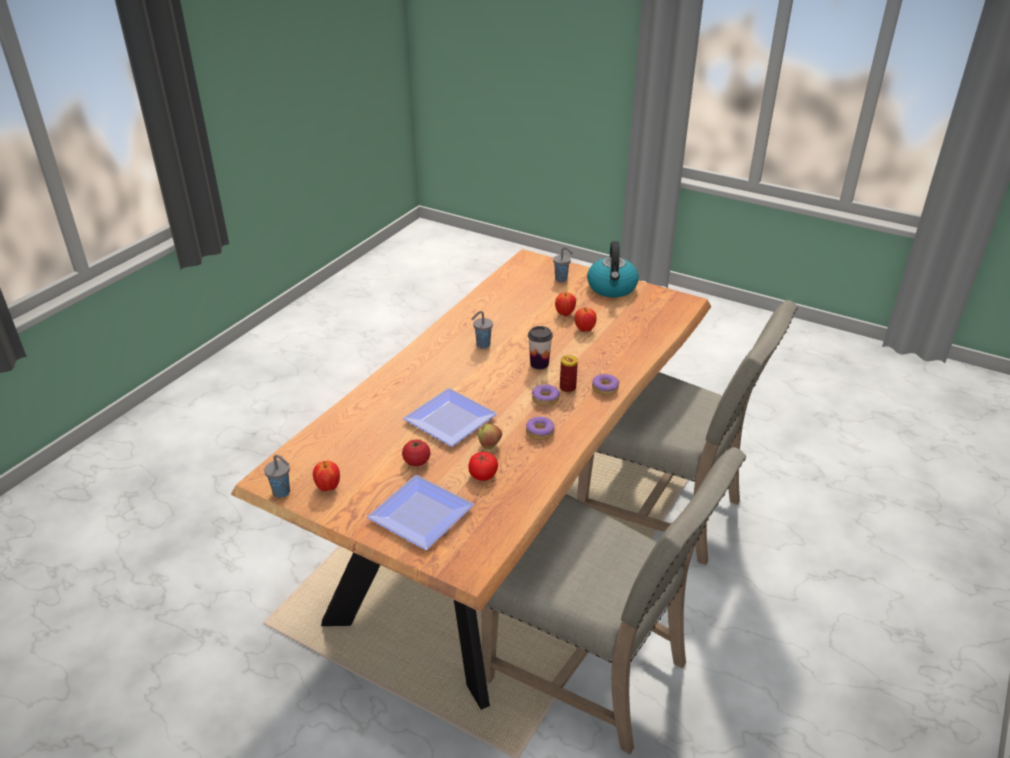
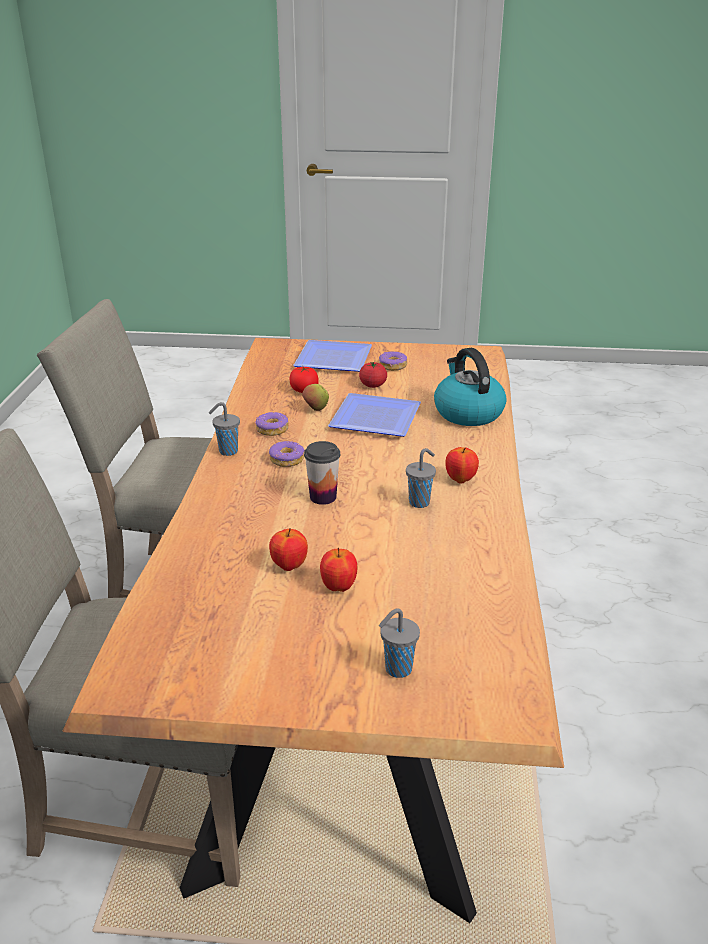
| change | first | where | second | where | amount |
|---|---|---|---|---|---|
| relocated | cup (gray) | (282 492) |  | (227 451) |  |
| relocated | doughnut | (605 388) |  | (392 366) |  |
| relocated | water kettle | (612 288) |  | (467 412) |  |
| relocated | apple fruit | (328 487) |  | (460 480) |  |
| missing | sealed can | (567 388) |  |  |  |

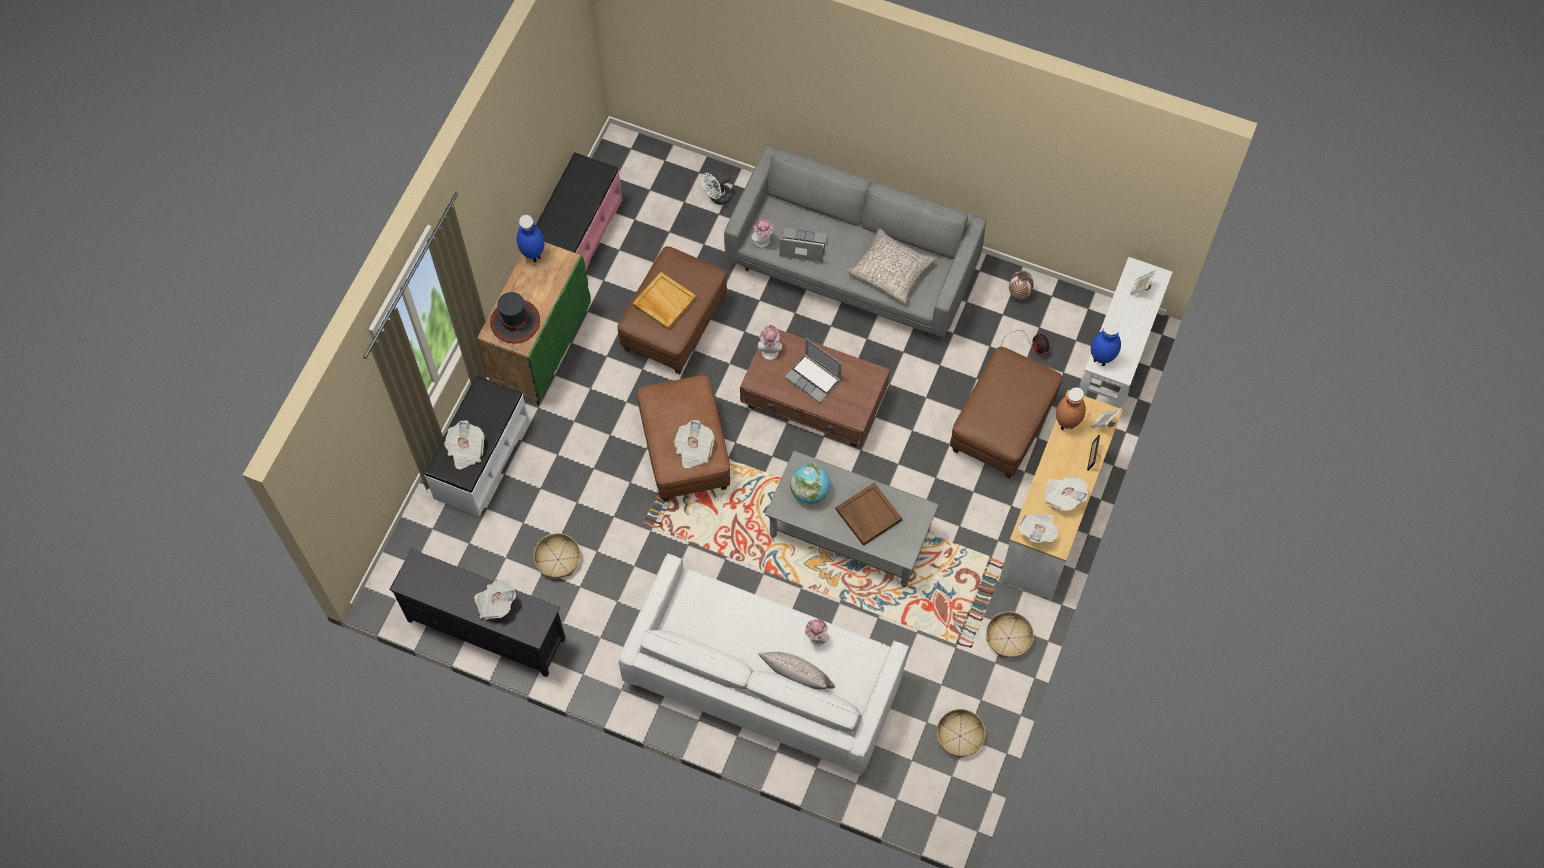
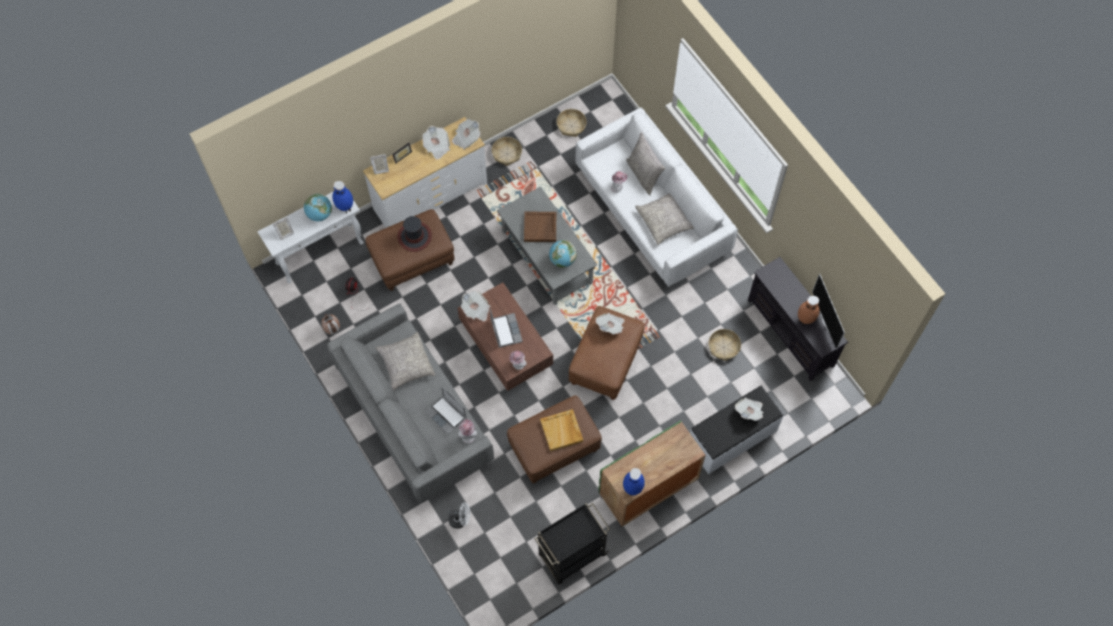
| change | first | where | second | where | amount |
|---|---|---|---|---|---|
| appeared |  |  | desk globe | (320 214) |  |
| relocated | wearable hat | (515 321) |  | (414 237) |  |
| relocated | newspaper | (495 603) |  | (476 310) |  |
| exchanged | long seat (pink) | (577 234) | cart (blackish) | (571 555) |  |
| appeared |  |  | cushion (gray) | (664 221) |  |
| relocated | vase (brown-coloured) | (1067 424) |  | (805 320) |  |
| appeared |  |  | TV | (826 322) |  |

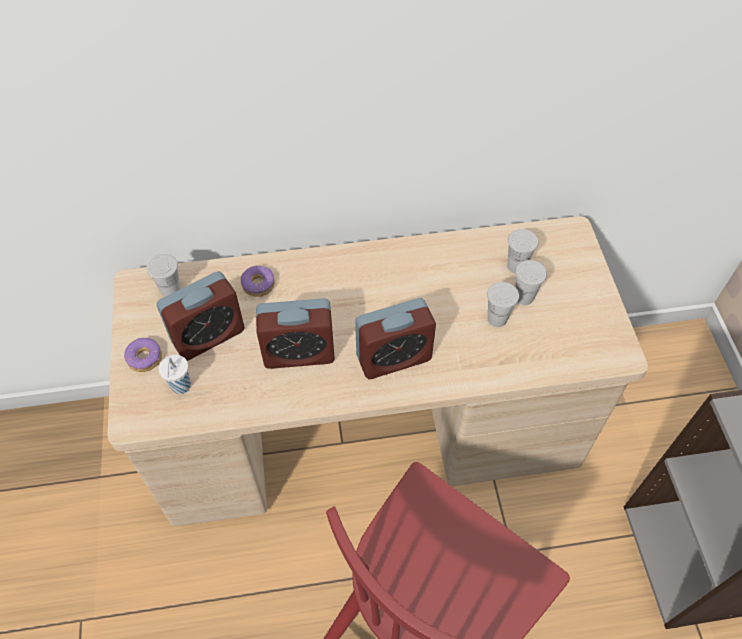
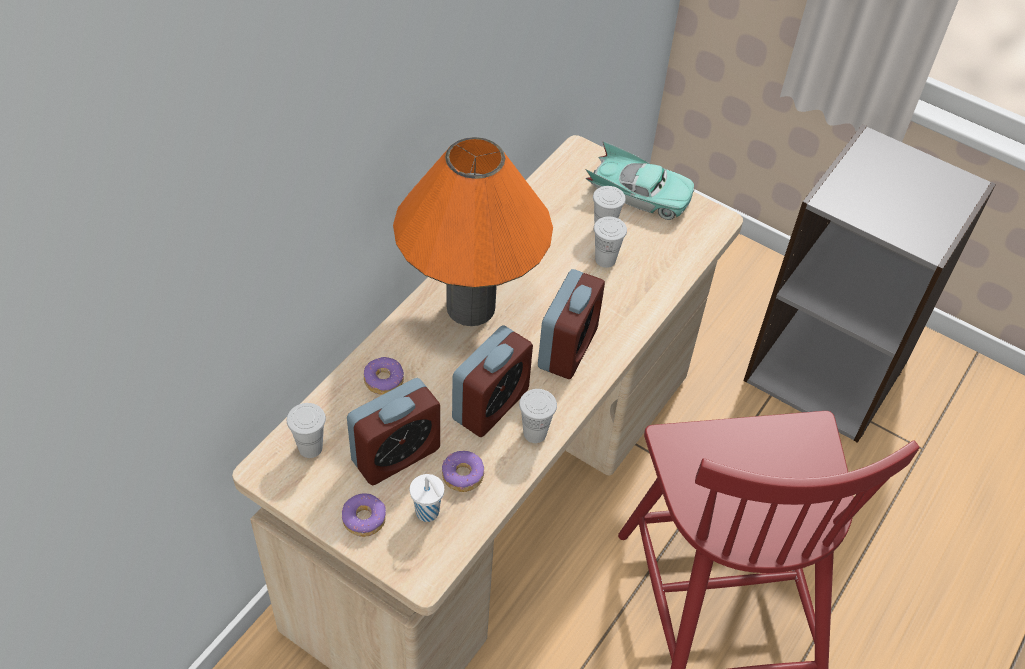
| change | first | where | second | where | amount |
|---|---|---|---|---|---|
| spun | bedside clock | (208 335) |  | (396 455) | 45 degrees clockwise |
| appeared |  |  | lamp for a table (orange-coloured) | (470 307) |  |
| appeared |  |  | doughnut | (462 476) |  |
| relocated | cup (whitish) | (516 266) |  | (535 433) |  |
| appeared |  |  | toy car (turquoise) | (638 194) |  |

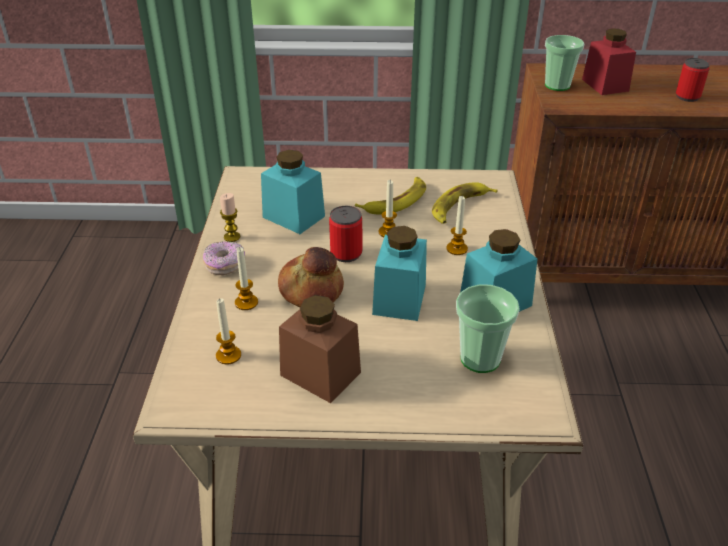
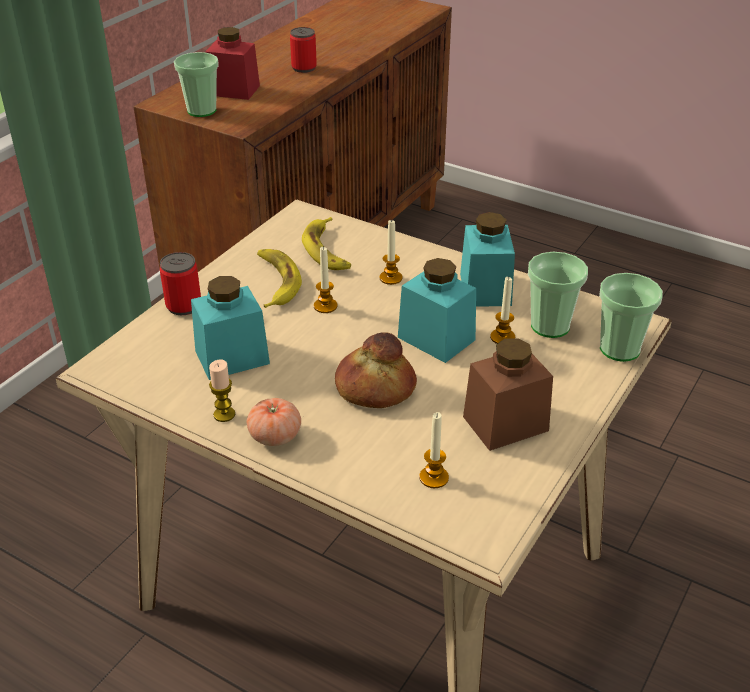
| change | first | where | second | where | amount |
|---|---|---|---|---|---|
| relocated | sealed can | (346 253) |  | (184 306) |  |
| exchanged | doughnut | (225 265) | whole tomato | (275 436) |  |
| relocated | candle | (246 302) |  | (502 337) |  |
| appeared |  |  | cup | (619 349) |  |

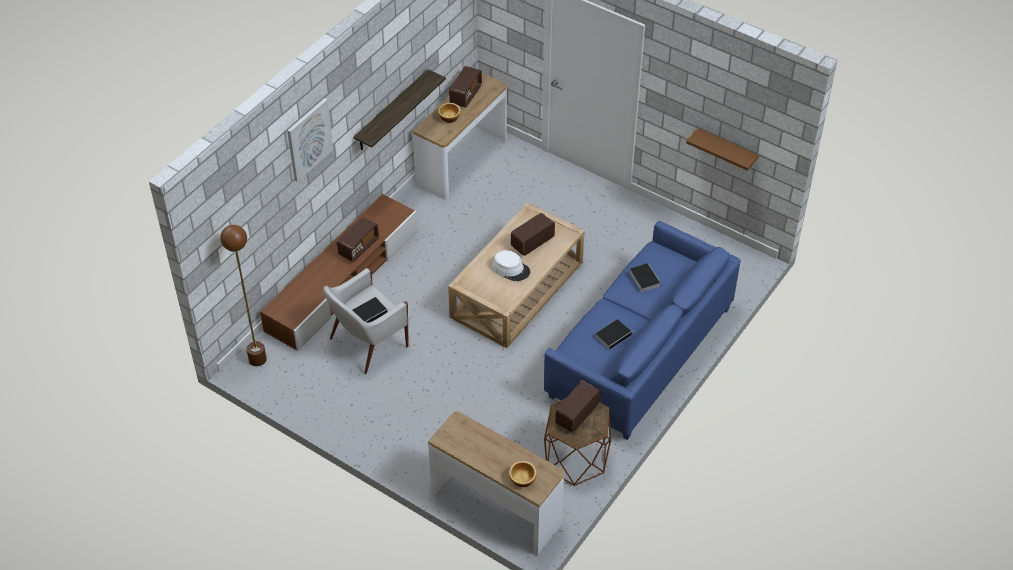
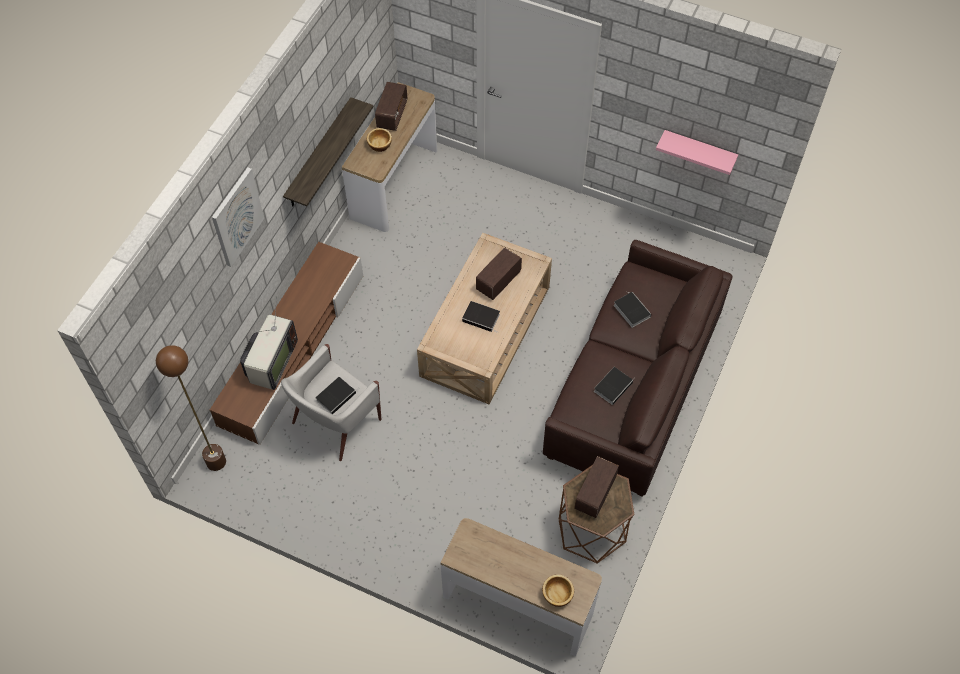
| change | first | where | second | where | amount |
|---|---|---|---|---|---|
| appeared |  |  | TV | (271 363) |  |
| exchanged | wearable hat (whitish) | (511 269) | volume | (482 318) |  |
| colour | couch (blue) | (639 352) | couch (brown-coloured) | (632 387) |  |
| colour | wall shelf (brown-coloured) | (726 150) | wall shelf (pink) | (699 151) |  |
| missing | radio set | (358 247) |  |  |  |

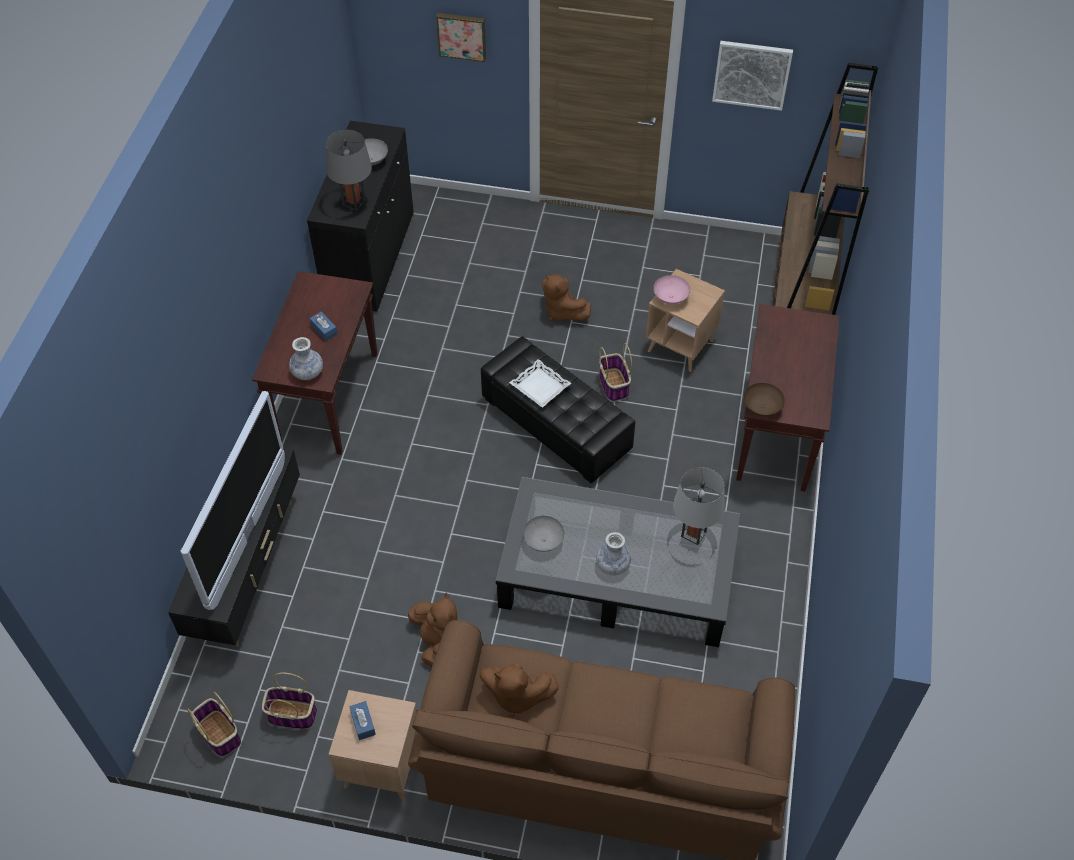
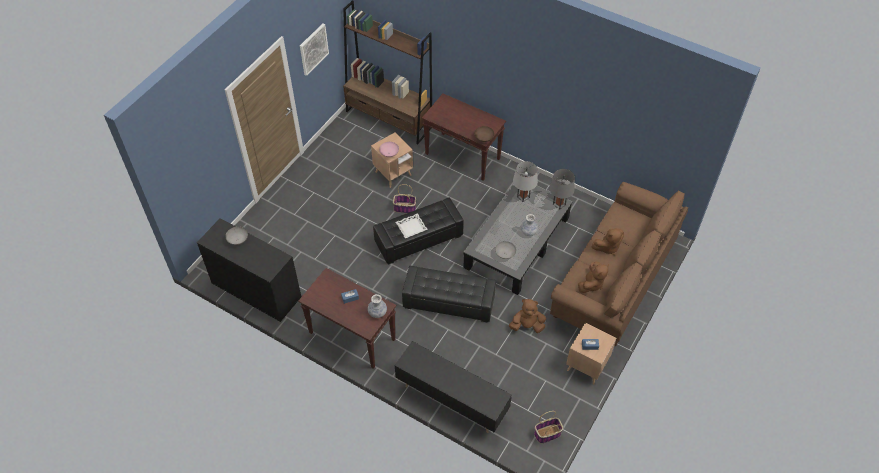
| change | first | where | second | where | amount |
|---|---|---|---|---|---|
| appeared |  |  | footrest (blackish) | (448 302) |  |
| relocated | lamp for a table (gray) | (354 202) |  | (559 204) |  |
| relocated | cuddly toy (brown-coloured) | (562 311) |  | (607 247) |  |
| missing | TV | (248 534) |  |  |  |
| missing | basket | (291 715) |  |  |  |
| missing | picture | (462 35) |  |  |  |

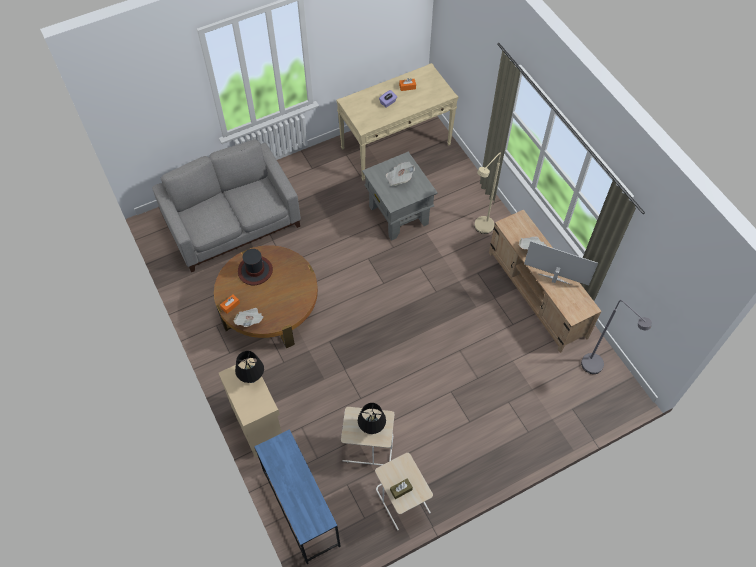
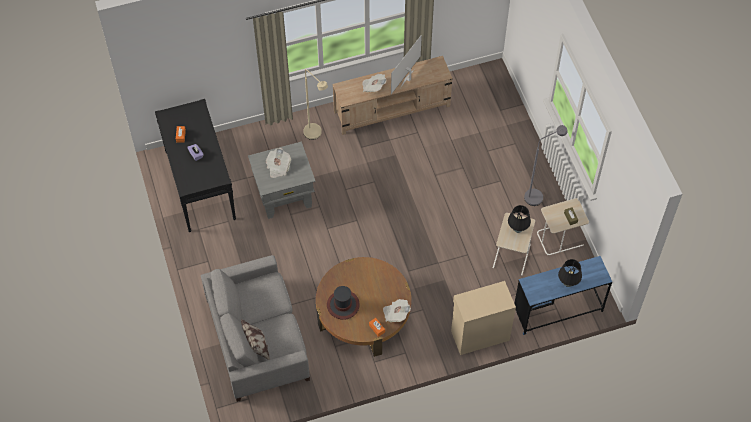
| change | first | where | second | where | amount |
|---|---|---|---|---|---|
| colour | narrow table (beige) | (396 146) | narrow table (blackish) | (199 185) |  |
| appeared |  |  | cushion | (257 348) |  |
| relocated | floor lamp (gray) | (597 368) |  | (537 195) |  |
| relocated | lamp for a table (blackish) | (252 378) |  | (568 283) |  |

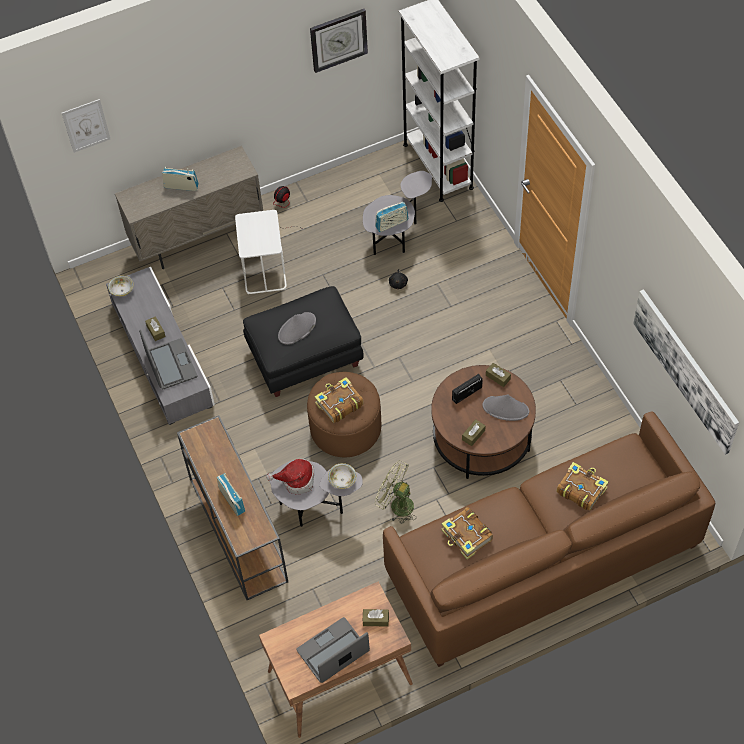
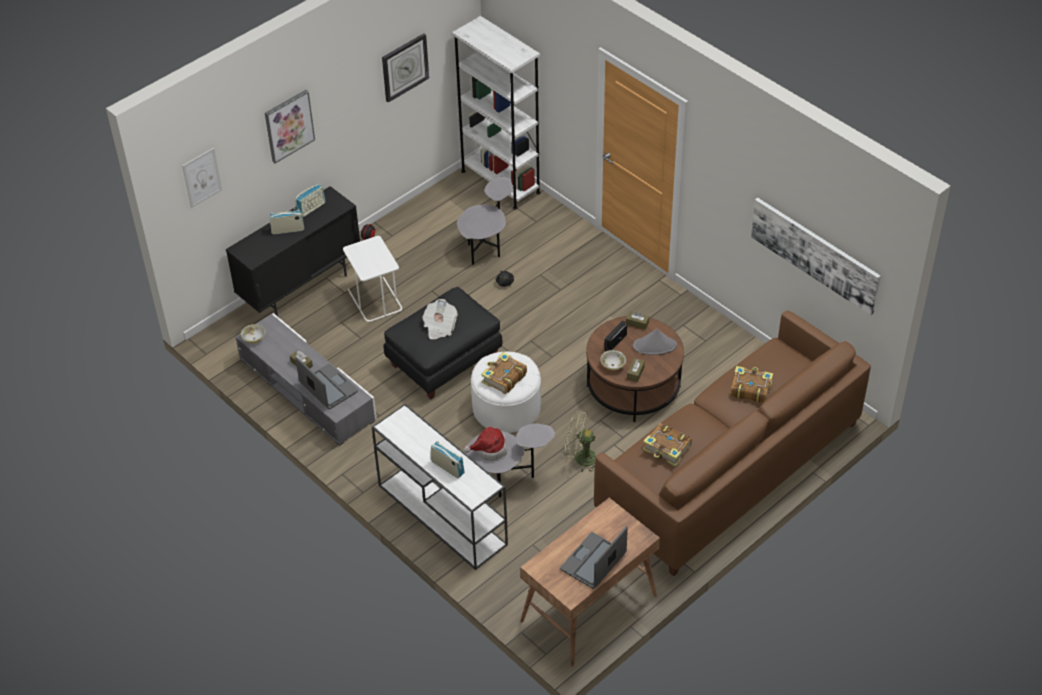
| change | first | where | second | where | amount |
|---|---|---|---|---|---|
| colour | cupboard (beige) | (198 239) | cupboard (blackish) | (301 288) |  |
| appeared |  |  | picture | (289 125) |  |
| relocated | radio set | (392 223) |  | (311 208) |  |
| colour | narrow table (brown-coloured) | (237 528) | narrow table (whitish) | (441 514) |  |
| exchanged | wearable hat (gray) | (297 329) | newspaper | (439 327) |  |
| colour | footrest (brown-coloured) | (345 427) | footrest (whitish) | (506 408) |  |
| relocated | deep dish | (342 480) |  | (613 365) |  |
| missing | tissue box (brown-coloured) | (375 620) |  |  |  |

